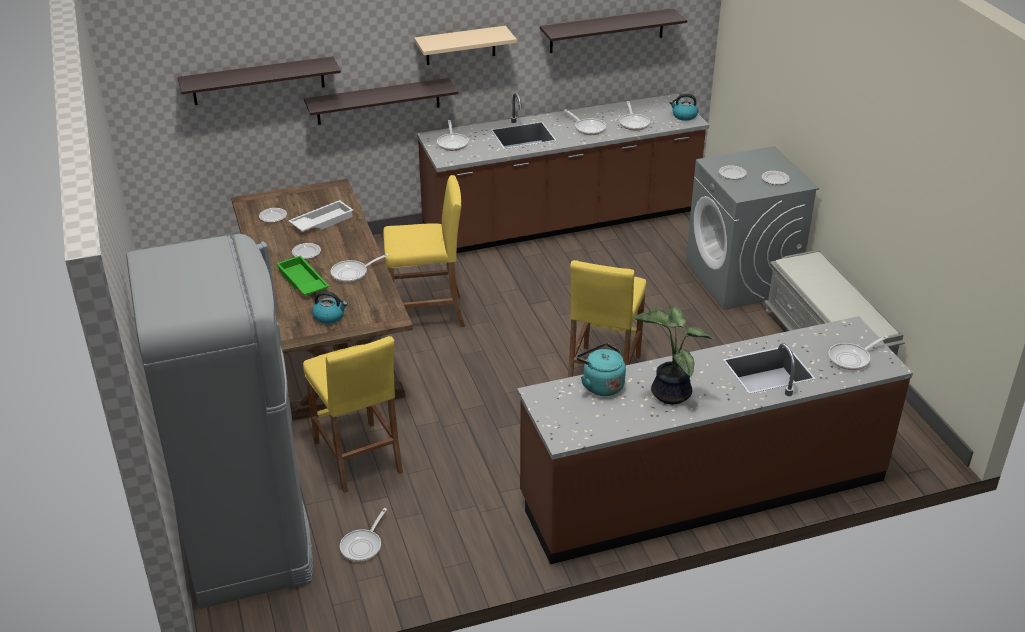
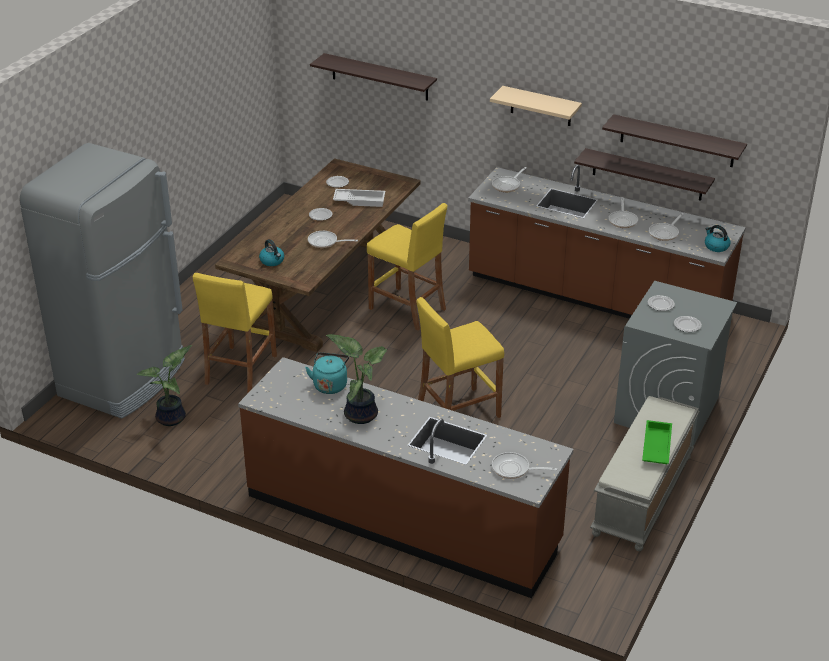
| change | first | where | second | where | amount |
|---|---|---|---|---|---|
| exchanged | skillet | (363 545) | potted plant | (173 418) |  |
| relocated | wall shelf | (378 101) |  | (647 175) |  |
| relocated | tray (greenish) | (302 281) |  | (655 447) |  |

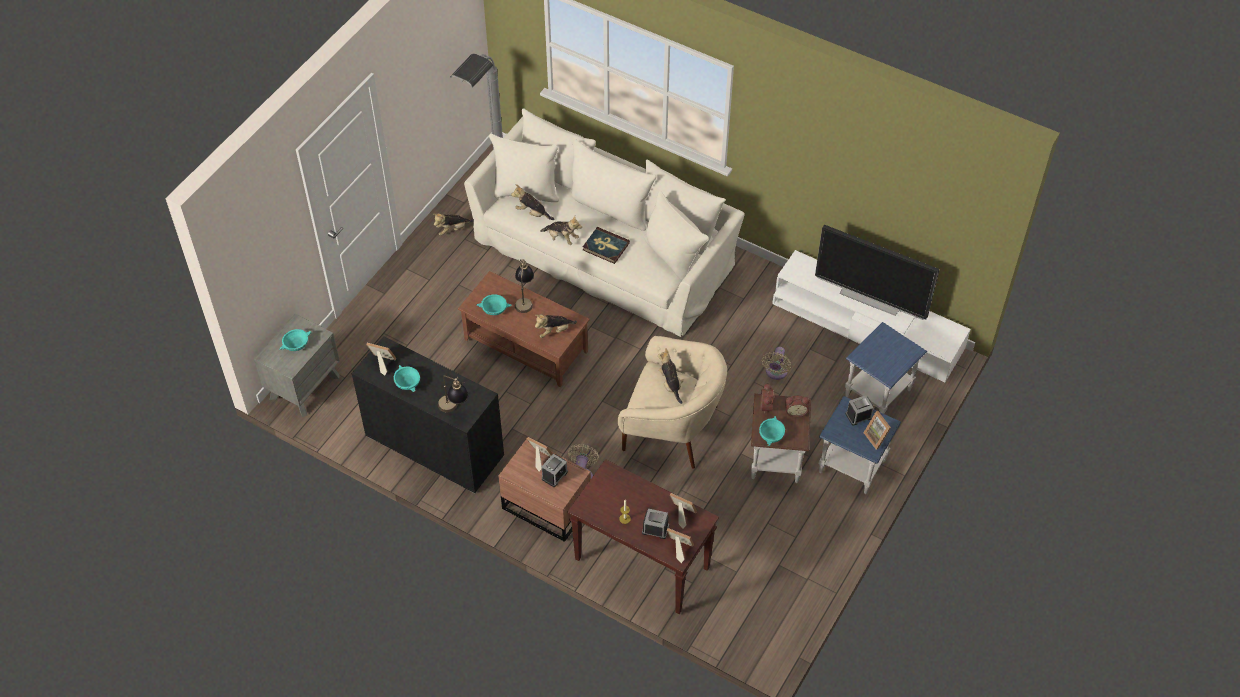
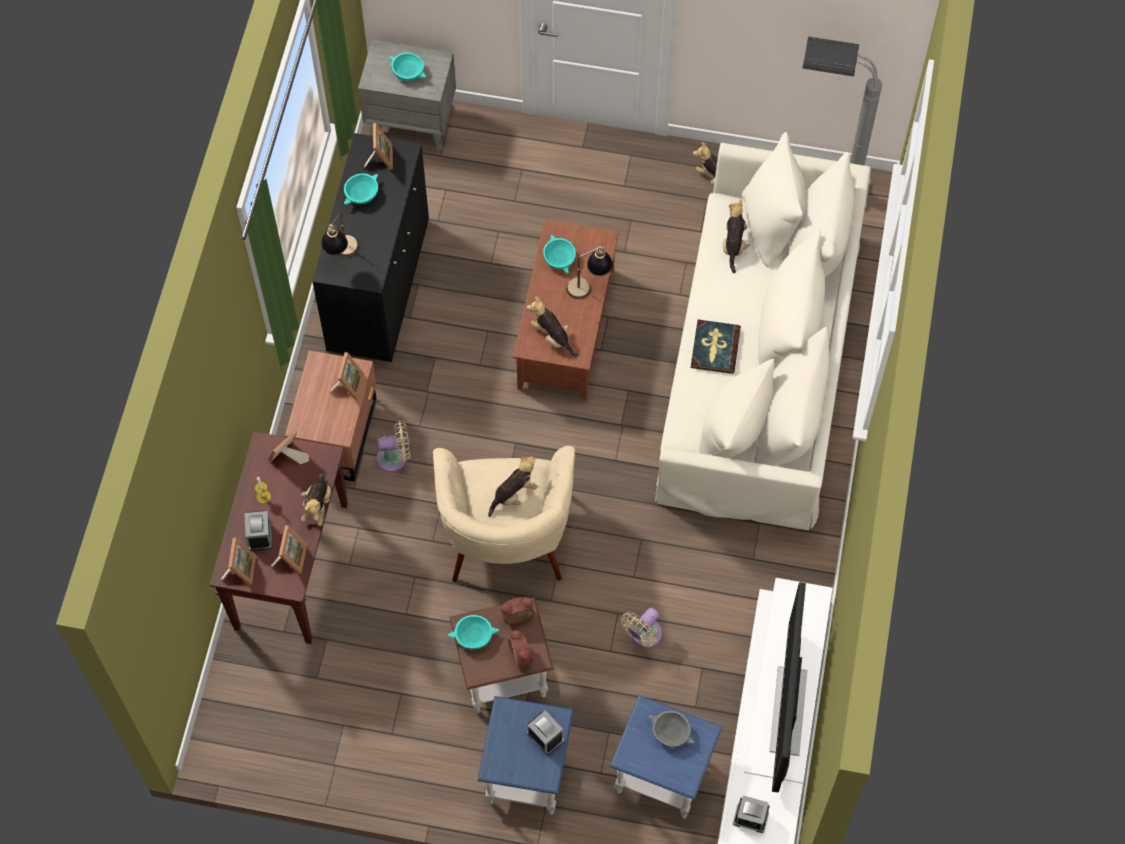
| change | first | where | second | where | amount |
|---|---|---|---|---|---|
| relocated | photo frame | (877 437) |  | (288 457) |  |
| relocated | cuddly toy | (561 238) |  | (318 506) |  |
| spun | fan (beige) | (775 373) |  | (643 636) | 45 degrees counterclockwise |
| appeared |  |  | deep dish (gray) | (671 732) |  |
| relocated | bedside clock | (554 475) |  | (750 818) |  |

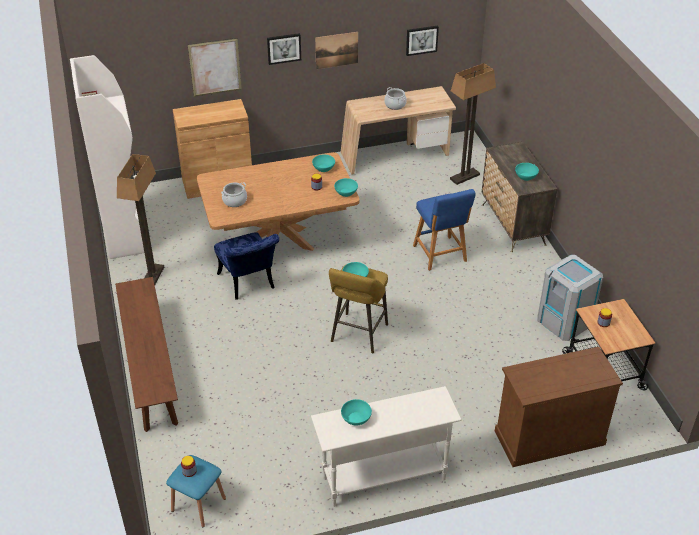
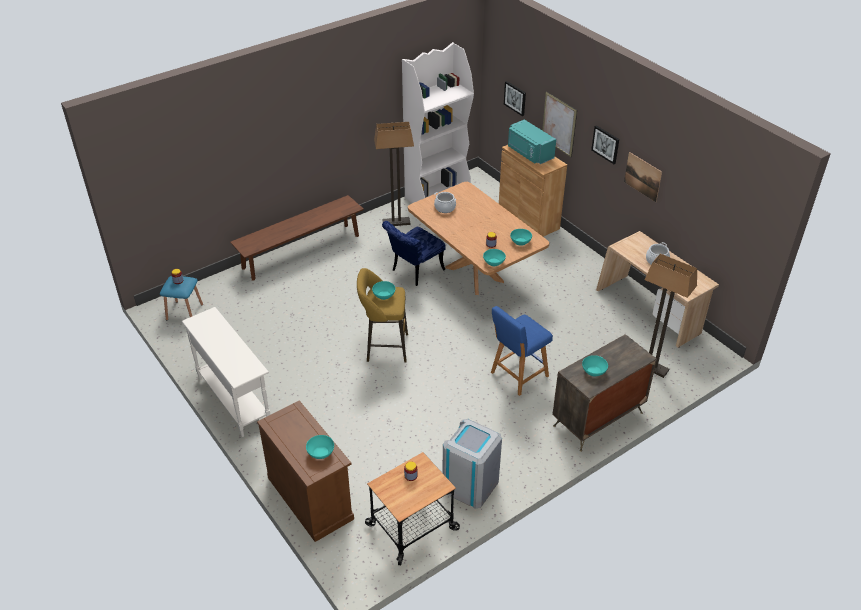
| change | first | where | second | where | amount |
|---|---|---|---|---|---|
| relocated | deep dish (turquoise) | (356 418) |  | (321 452) |  |
| relocated | picture | (421 40) |  | (515 98) |  |
| appeared |  |  | kitchen microwave (turquoise) | (529 153) |  |

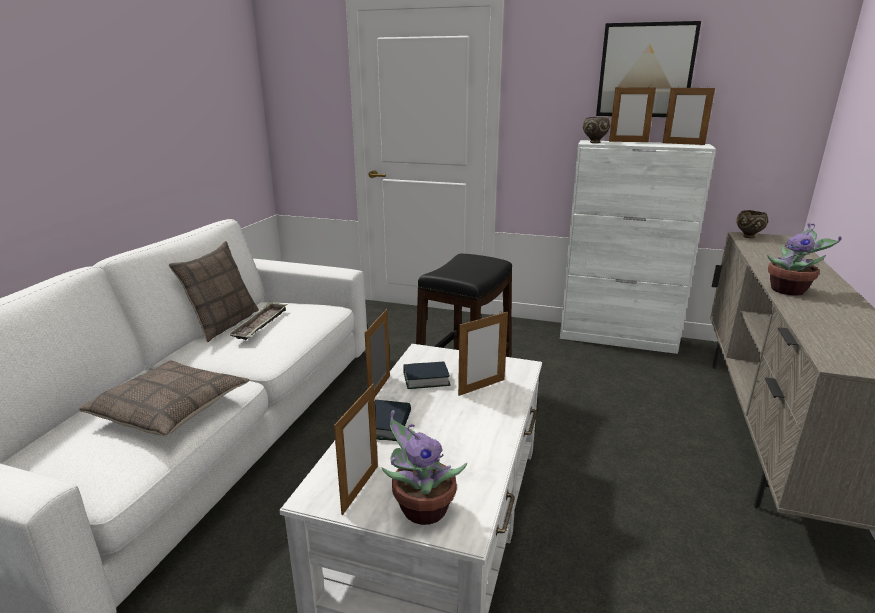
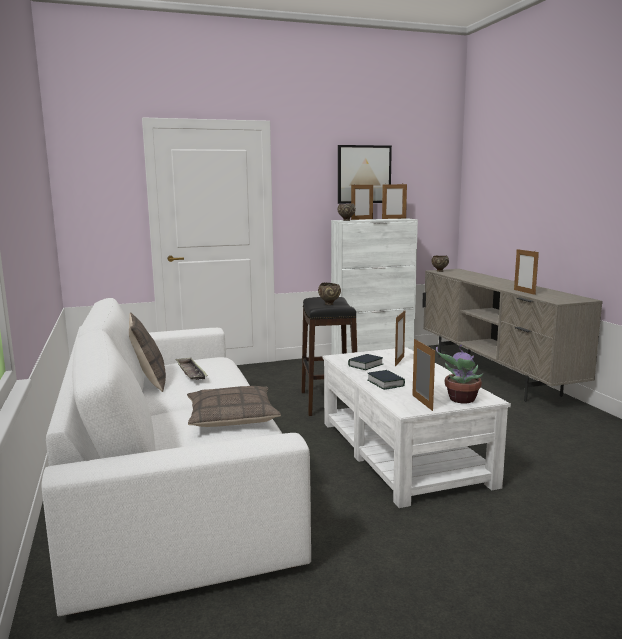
| change | first | where | second | where | amount |
|---|---|---|---|---|---|
| appeared |  |  | deep dish (brown-coloured) | (329 304) |  |
| relocated | photo frame | (379 390) |  | (524 292) |  |
| missing | potted plant | (790 291) |  |  |  |

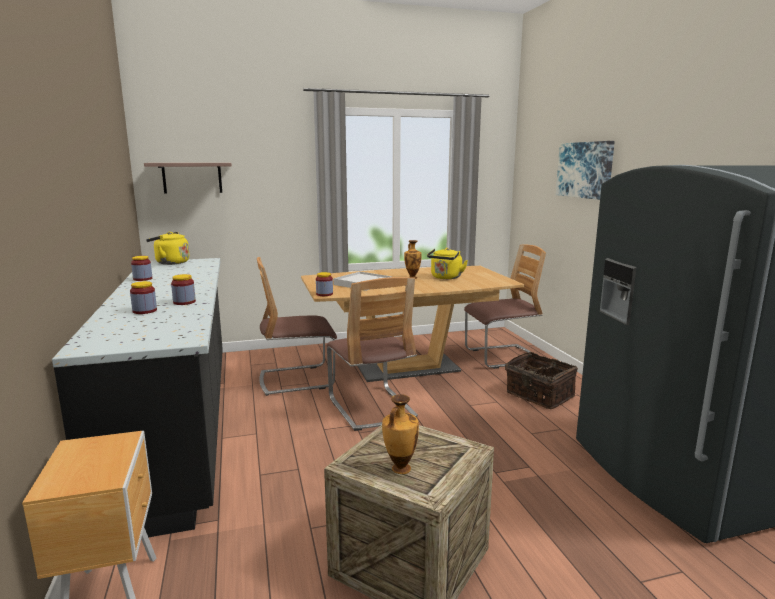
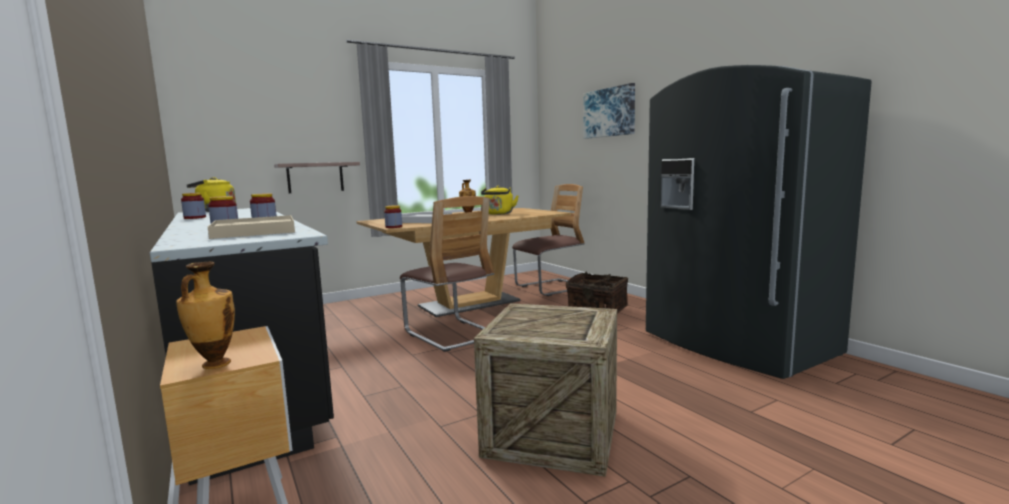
| change | first | where | second | where | amount |
|---|---|---|---|---|---|
| relocated | vase | (400 469) |  | (214 364) |  |
| appeared |  |  | tray (beige) | (254 231) |  |
| relocated | wall shelf | (192 178) |  | (315 177) |  |
| missing | chair | (297 380) |  |  |  |

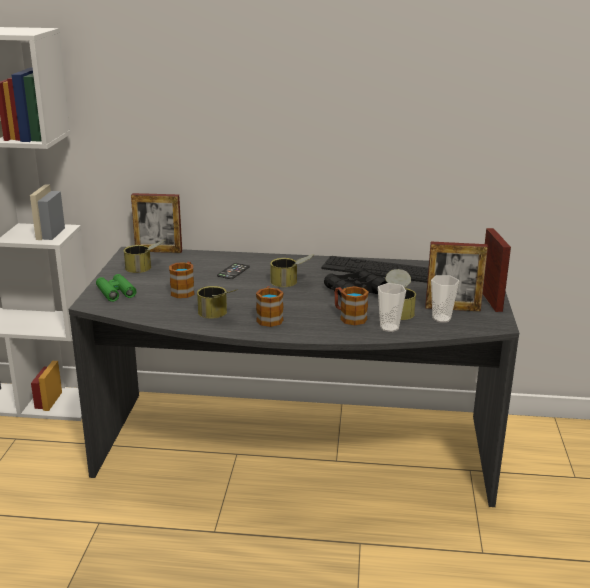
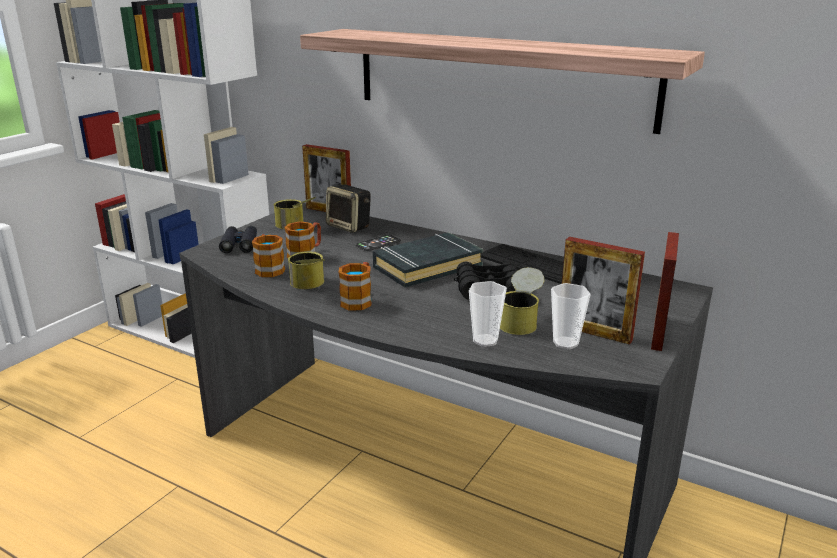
| change | first | where | second | where | amount |
|---|---|---|---|---|---|
| colour | binoculars (greenish) | (115 292) | binoculars (blackish) | (239 244) |  |
| relocated | tea mug | (349 317) |  | (269 268) |  |
| appeared |  |  | wall shelf | (499 77) |  |
| appeared |  |  | speaker | (349 226) |  |
| exchanged | sealed can | (291 283) | volume (blackish) | (427 266) |  |

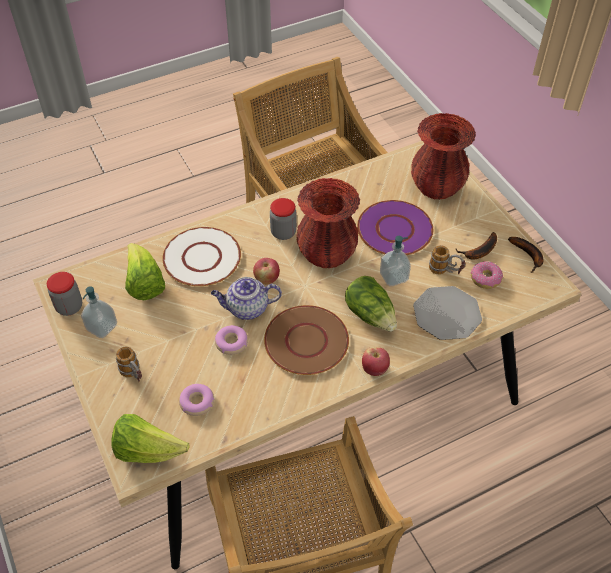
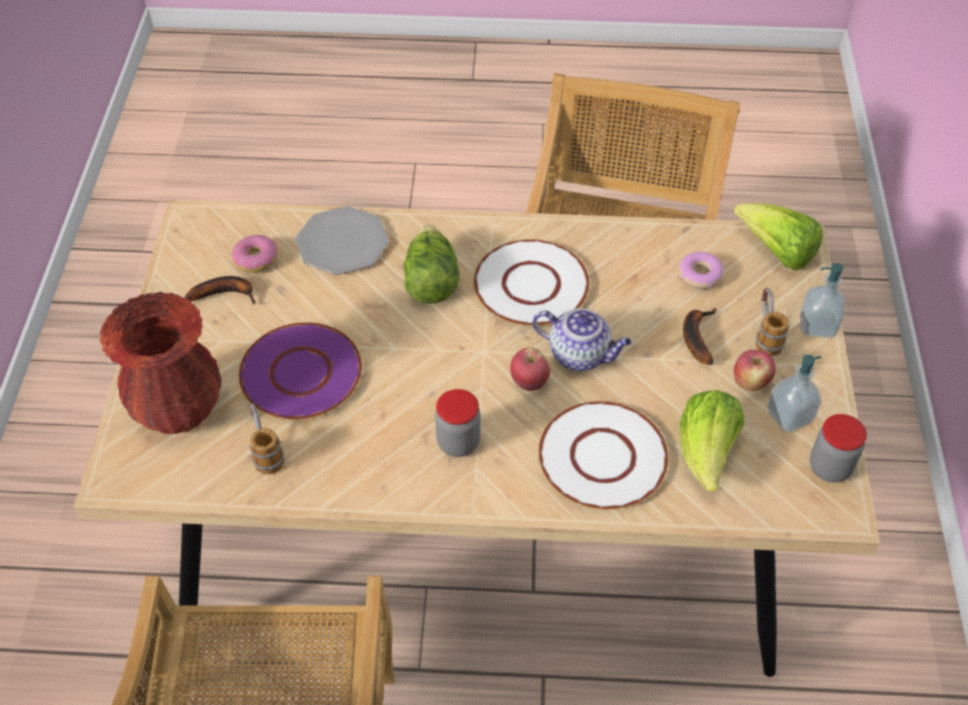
| change | first | where | second | where | amount |
|---|---|---|---|---|---|
| relocated | tea mug | (445 272) |  | (265 451) |  |
| colour | flat dish (brown-coloured) | (307 341) | flat dish (whitish) | (530 284) |  |
| relocated | banana fruit | (528 256) |  | (696 336) |  |
| relocated | apple fruit | (375 369) |  | (750 383) |  |
| relocated | liquid soap bottle | (393 277) |  | (817 325) |  |
| missing | doughnut | (231 343) |  |  |  |
| missing | vase (red) | (326 254) |  |  |  |

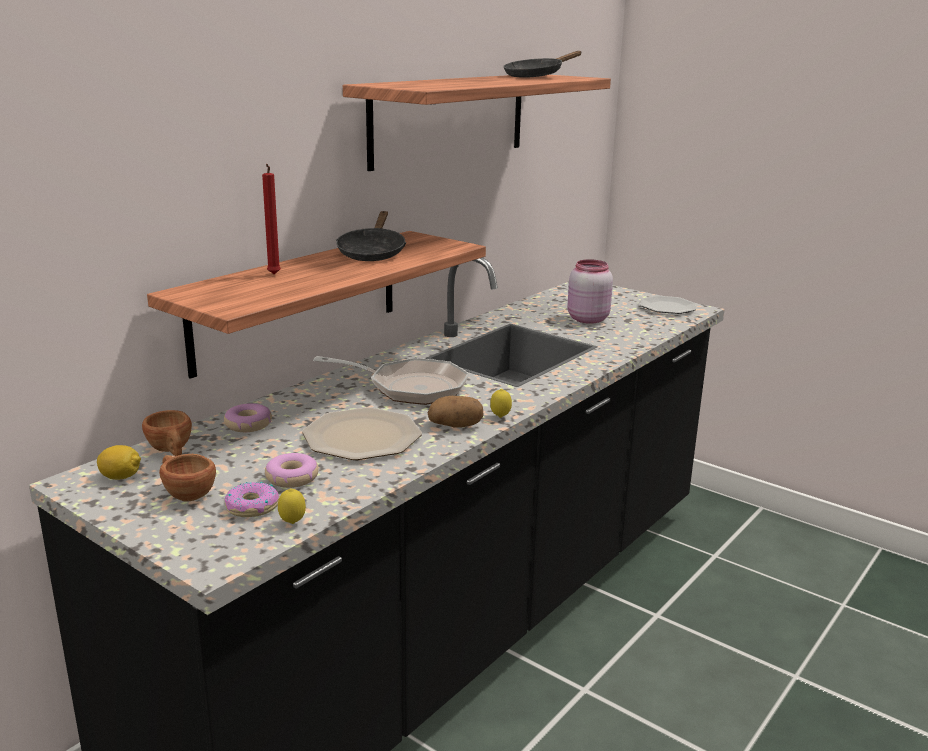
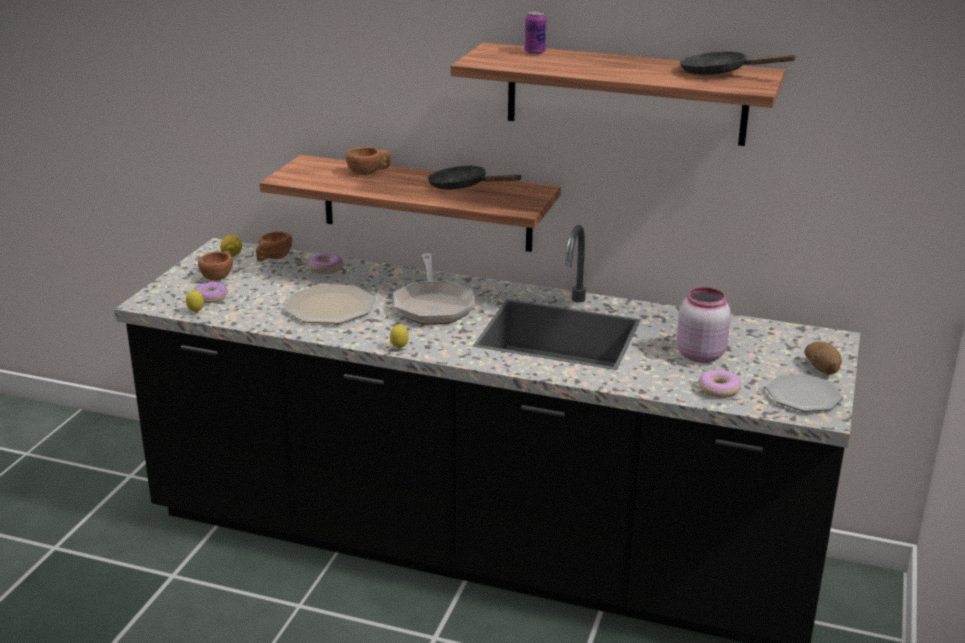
| change | first | where | second | where | amount |
|---|---|---|---|---|---|
| exchanged | candle (red) | (273 275) | cup (brown-coloured) | (369 173) |  |
| spun | skillet (blackish) | (372 252) |  | (463 187) | 45 degrees clockwise |
| appeared |  |  | sealed can | (535 52) |  |
| relocated | doughnut | (292 478) |  | (718 389) |  |
| relocated | whole potato | (455 425) |  | (823 369) |  |

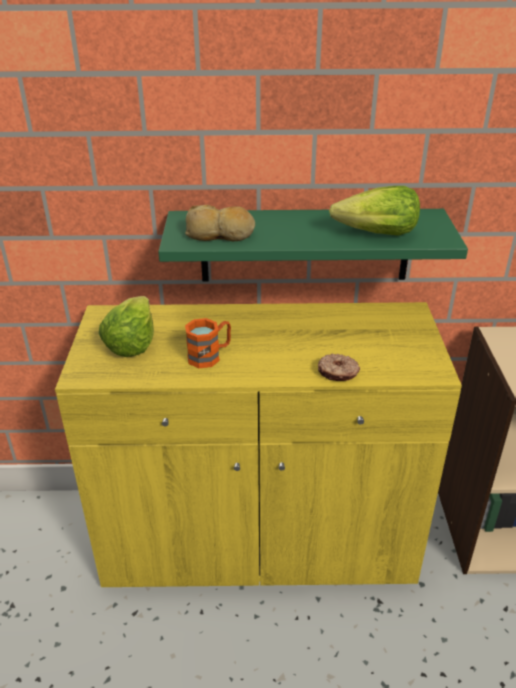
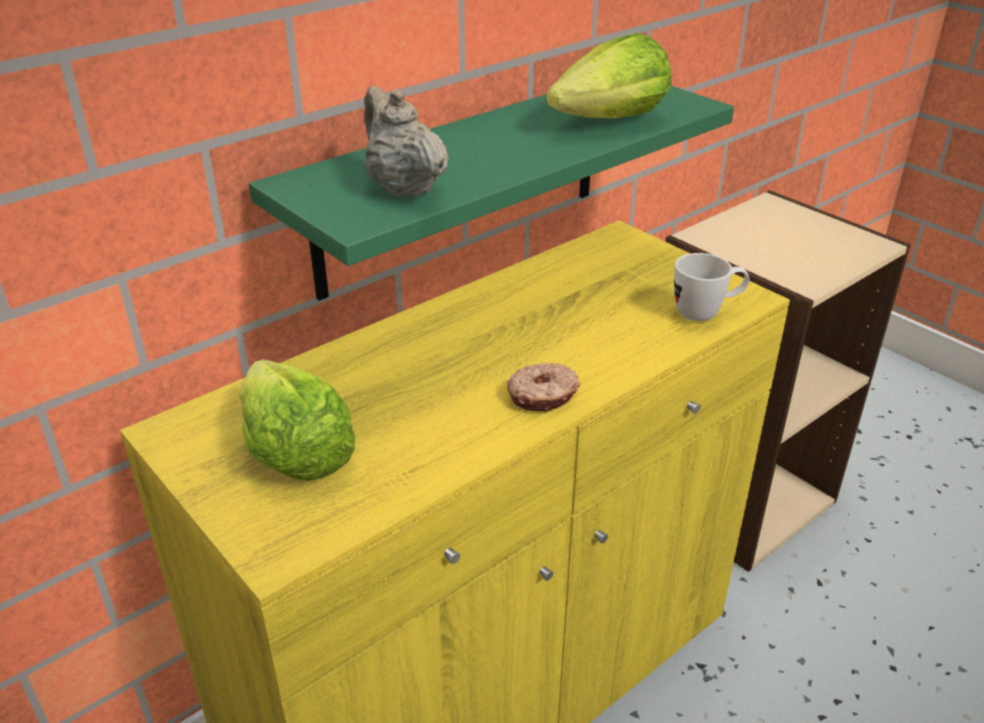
| change | first | where | second | where | amount |
|---|---|---|---|---|---|
| exchanged | baked bread | (220 234) | pot for tea (beige) | (403 188) |  |
| relocated | doughnut | (337 373) |  | (543 396) |  |
| appeared |  |  | tea mug (whitish) | (706 313) |  |
| missing | tea mug (orange-coloured) | (210 356) |  |  |  |

